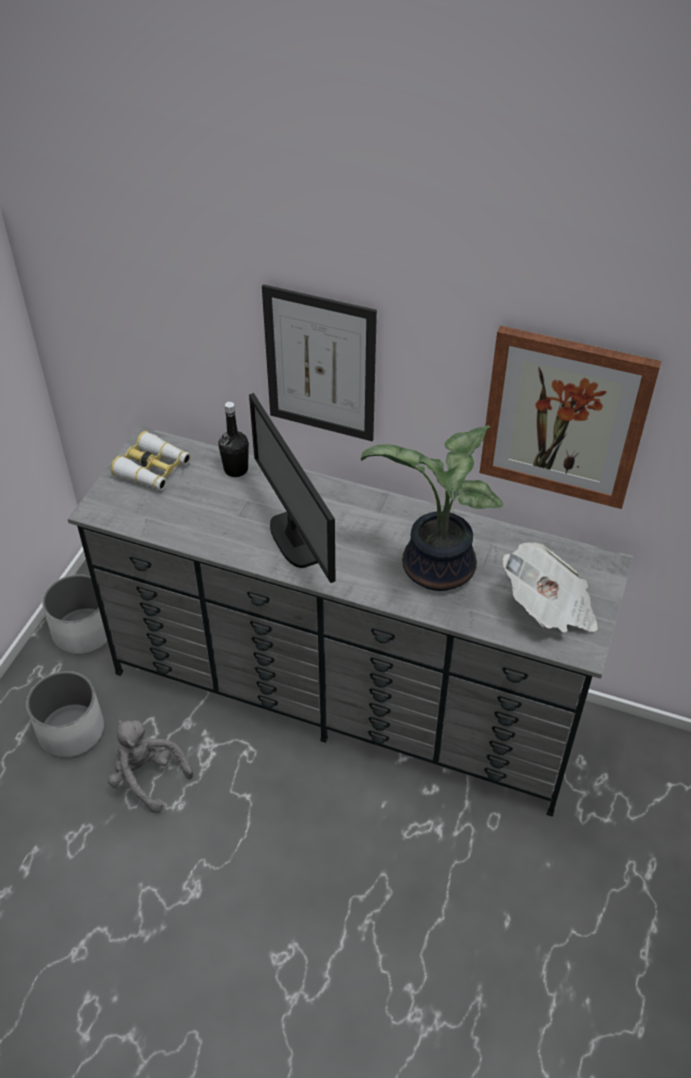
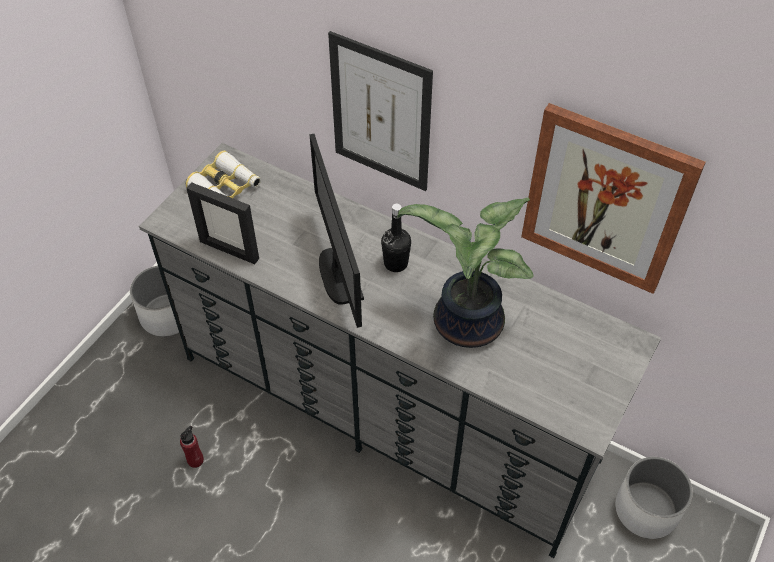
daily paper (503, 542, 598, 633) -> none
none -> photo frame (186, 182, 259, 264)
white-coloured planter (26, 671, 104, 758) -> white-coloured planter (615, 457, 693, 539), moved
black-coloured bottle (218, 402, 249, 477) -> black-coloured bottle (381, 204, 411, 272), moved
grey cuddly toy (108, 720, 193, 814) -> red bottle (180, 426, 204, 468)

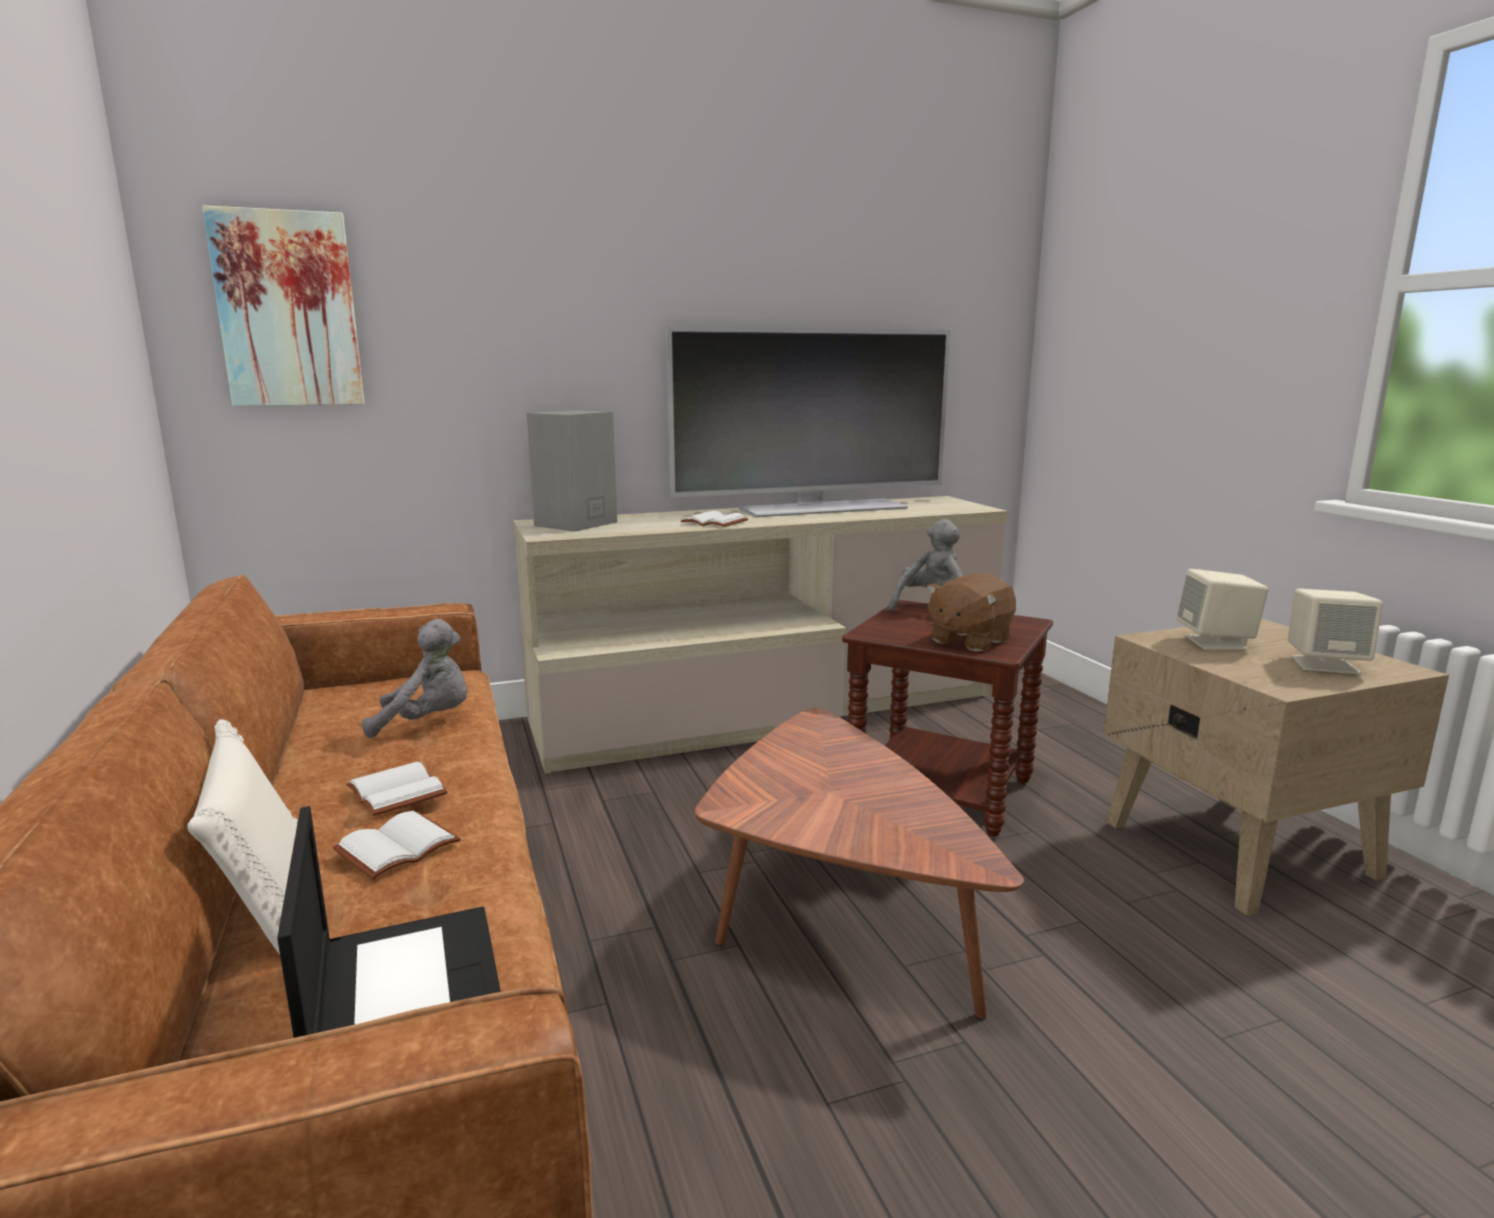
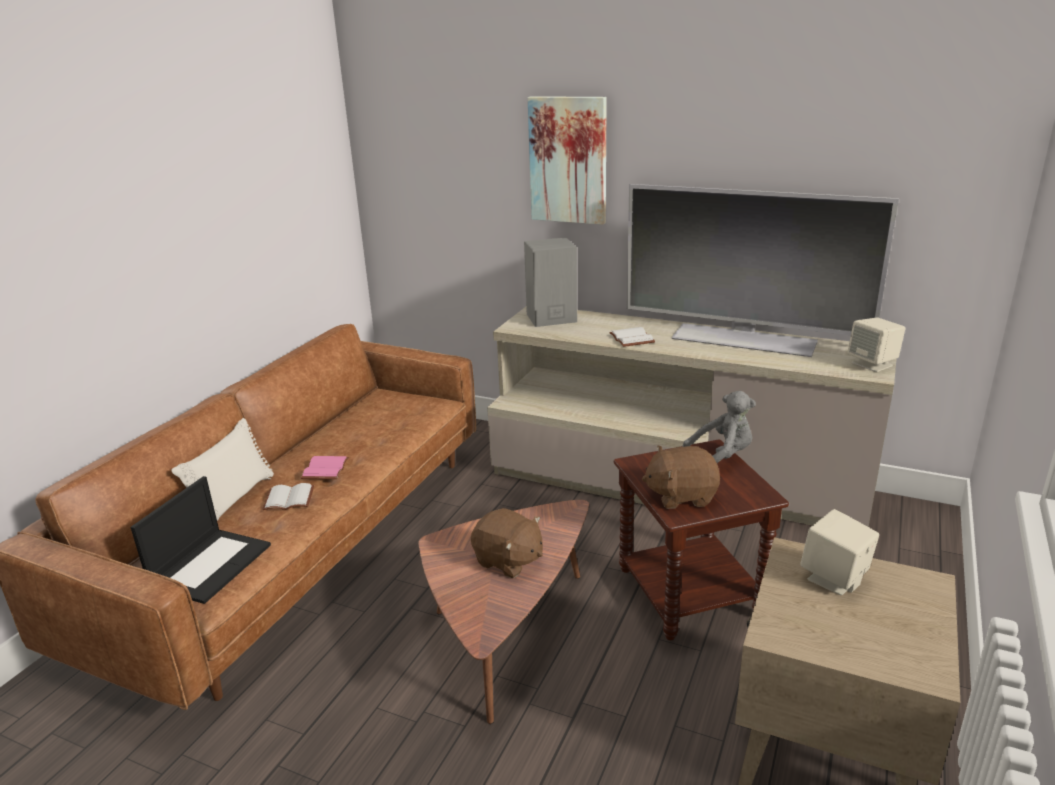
grey cuddly toy (362, 619, 468, 738) -> none
none -> brownish cuddly toy (471, 508, 543, 578)
wall art (202, 205, 364, 406) -> wall art (528, 96, 607, 225), moved
beige audio speaker (1288, 589, 1383, 674) -> beige audio speaker (847, 318, 906, 372), moved
white-coloured book (346, 762, 448, 816) -> pinkish book (301, 456, 349, 479)

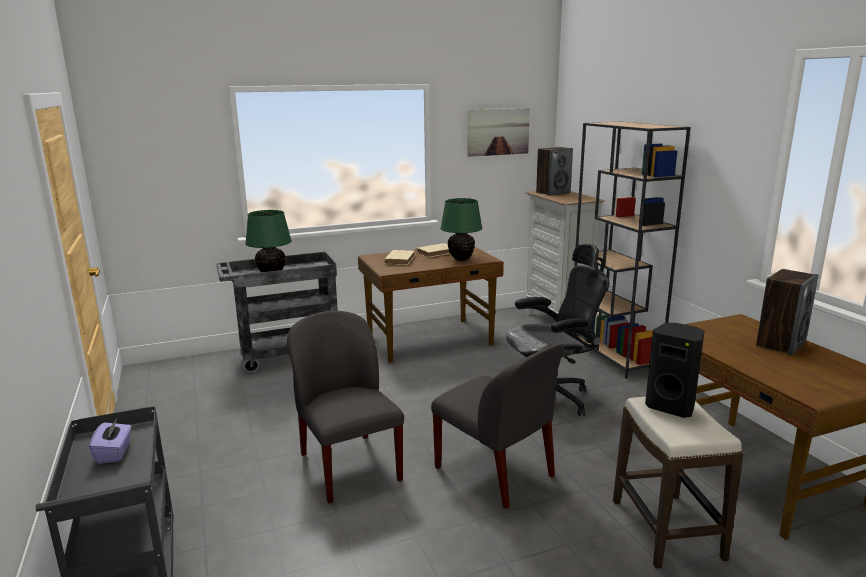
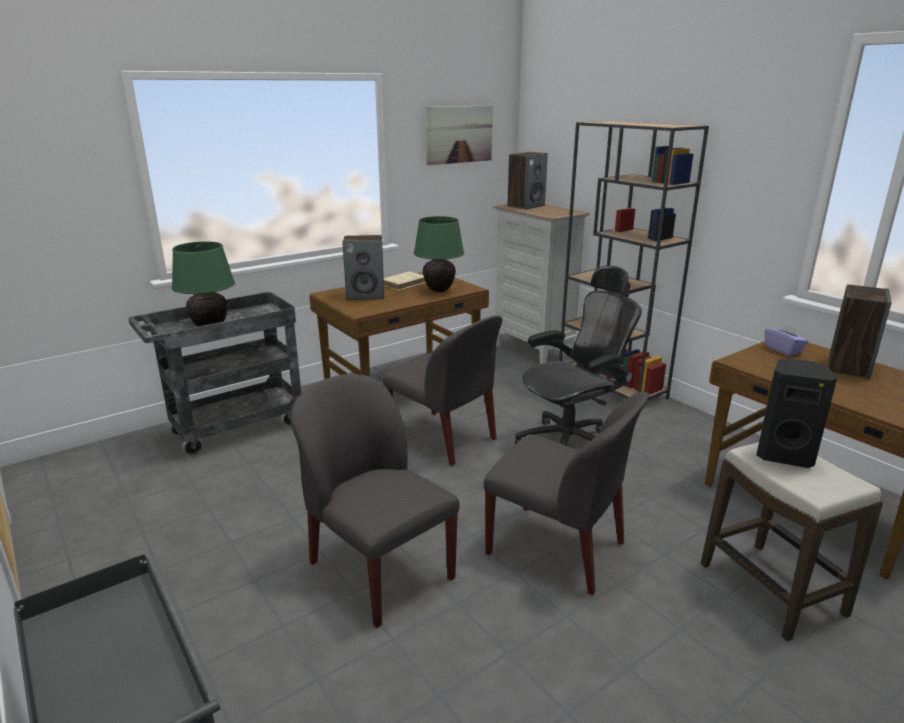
none -> grey plain chair (382, 315, 502, 466)
purple box of tissues (89, 418, 132, 464) -> purple box of tissues (765, 322, 808, 356), moved
beige book (384, 250, 415, 265) -> audio speaker (342, 235, 384, 300)

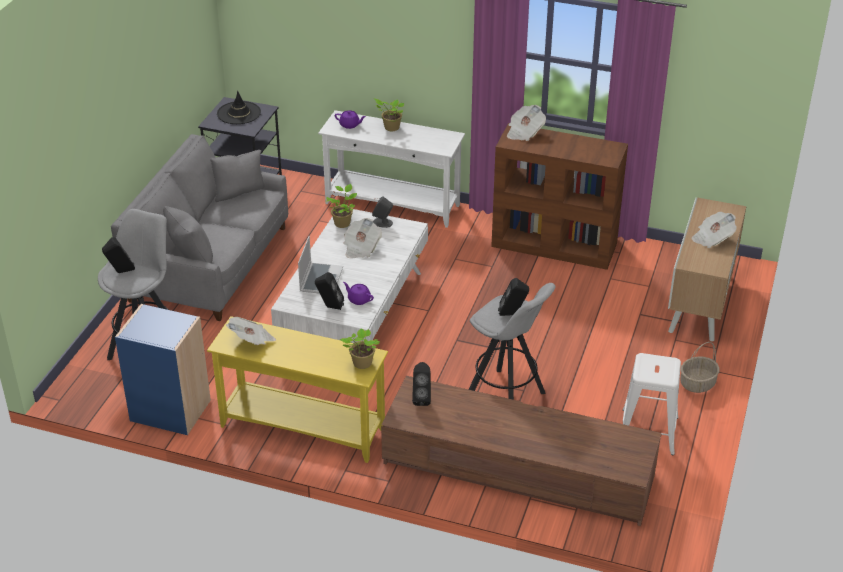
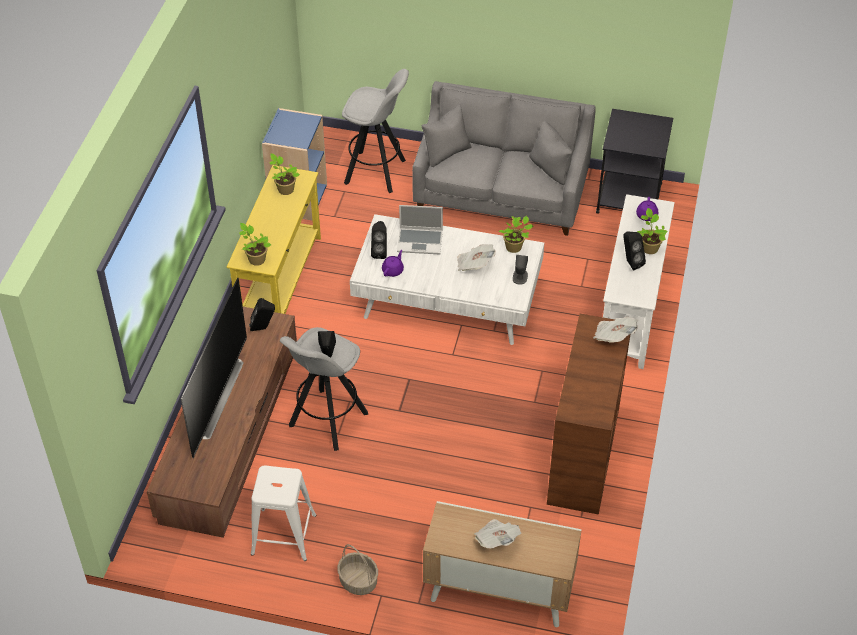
black-coloured clothing hat (217, 91, 261, 124) -> none
none -> TV (181, 277, 247, 458)
black-coloured audio speaker (102, 237, 135, 273) -> black-coloured audio speaker (623, 232, 646, 270), moved
daily paper (226, 317, 276, 345) -> houseplant (269, 153, 300, 195)

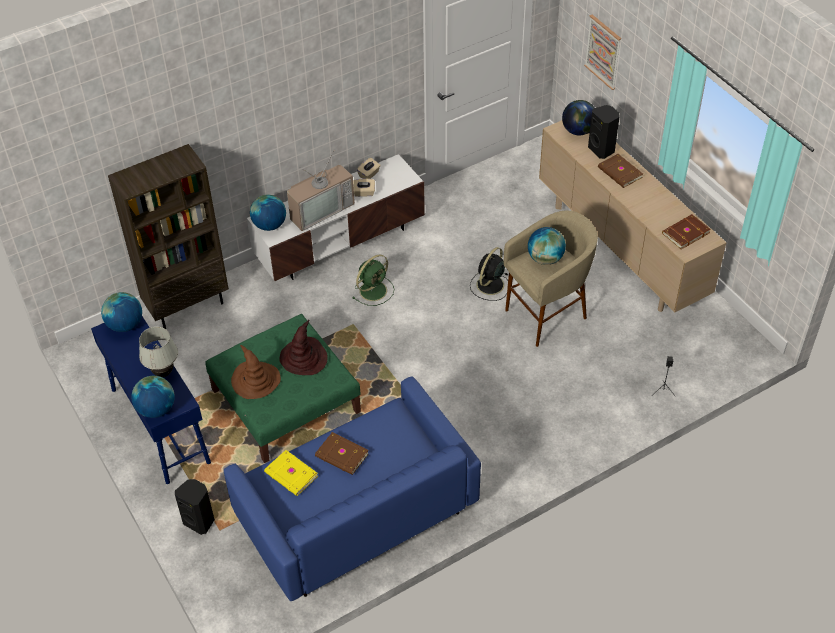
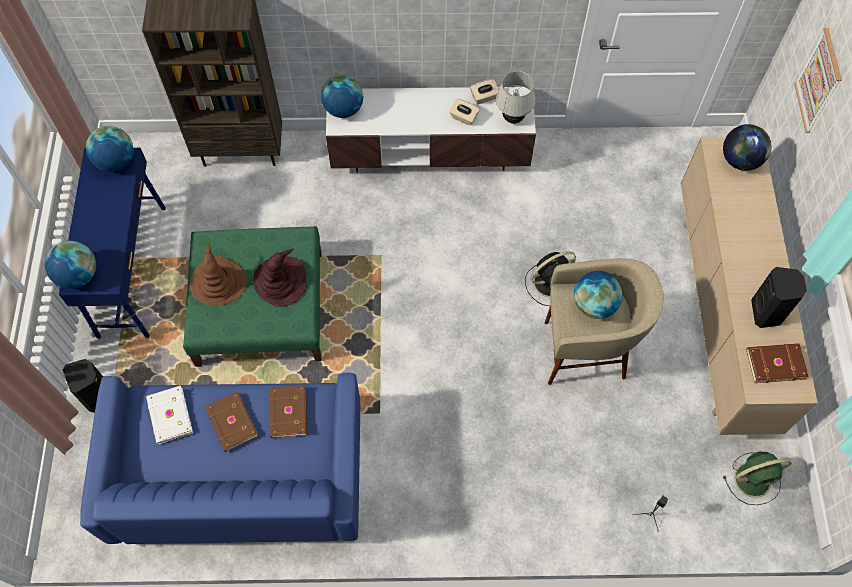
TV (287, 149, 355, 231) -> none
white-coloured table lamp (139, 327, 178, 377) -> white-coloured table lamp (496, 71, 536, 124), moved
greenish electric fan (352, 255, 394, 306) -> greenish electric fan (723, 452, 792, 505), moved
black-coloured audio speaker (588, 105, 619, 159) -> black-coloured audio speaker (751, 267, 807, 328), moved
brownish book (598, 154, 643, 188) -> brownish book (270, 385, 307, 438), moved
yellow book (264, 450, 318, 496) -> white-coloured book (146, 386, 193, 444)

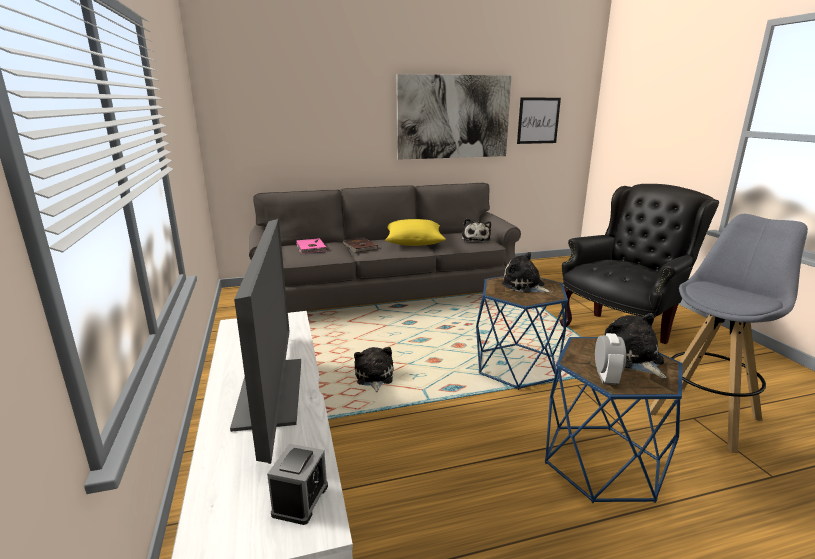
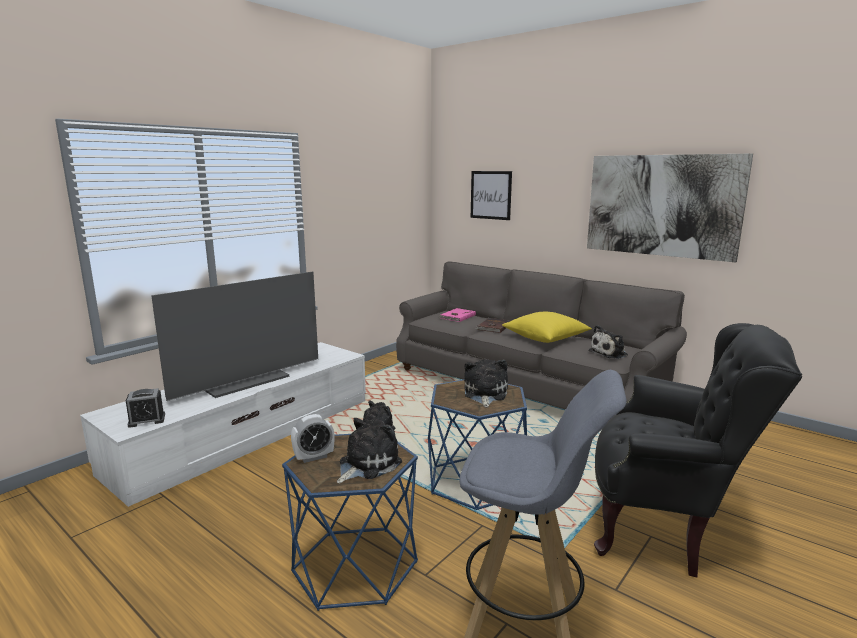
wall art (517, 98, 561, 144) -> wall art (471, 171, 512, 220), moved

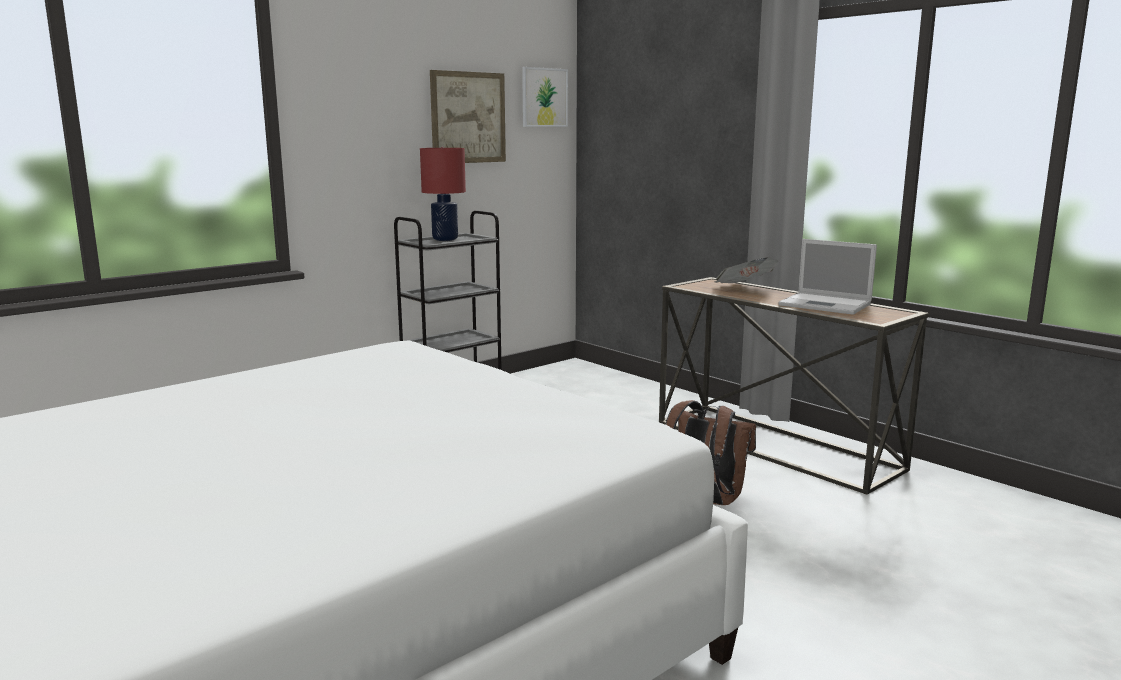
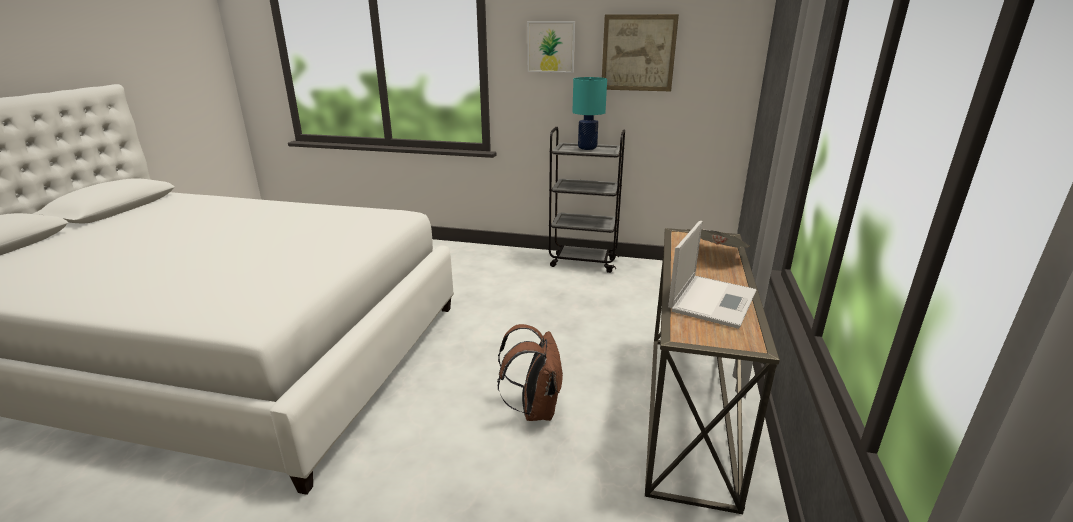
wall art (522, 67, 568, 127) -> wall art (527, 21, 575, 73), moved
red table lamp (420, 147, 466, 241) -> blue-green table lamp (572, 77, 607, 150)
laptop (778, 239, 877, 315) -> laptop (668, 221, 757, 329), 150 degrees counterclockwise

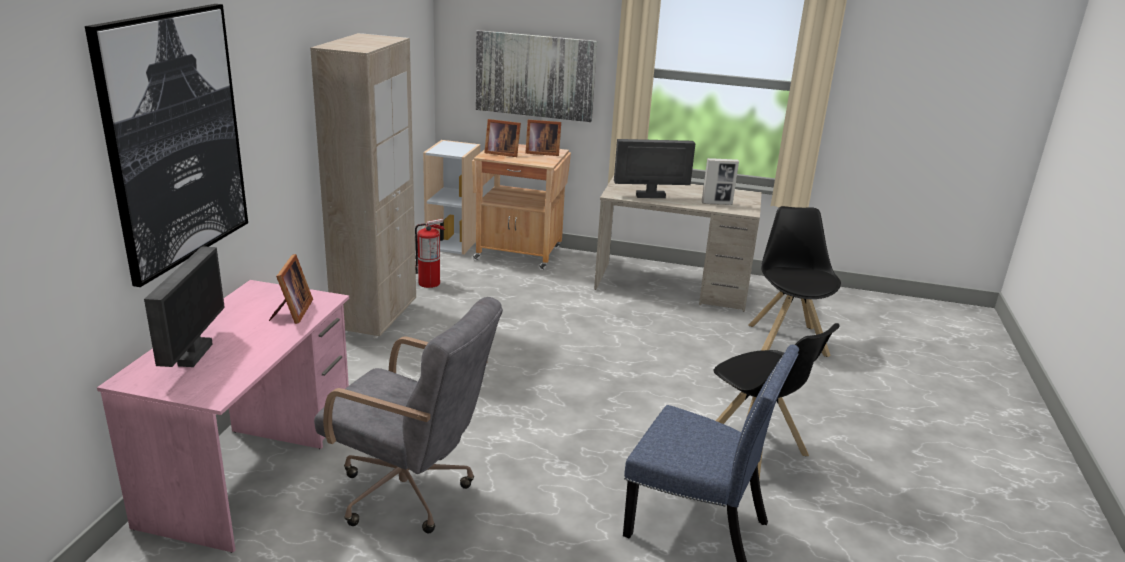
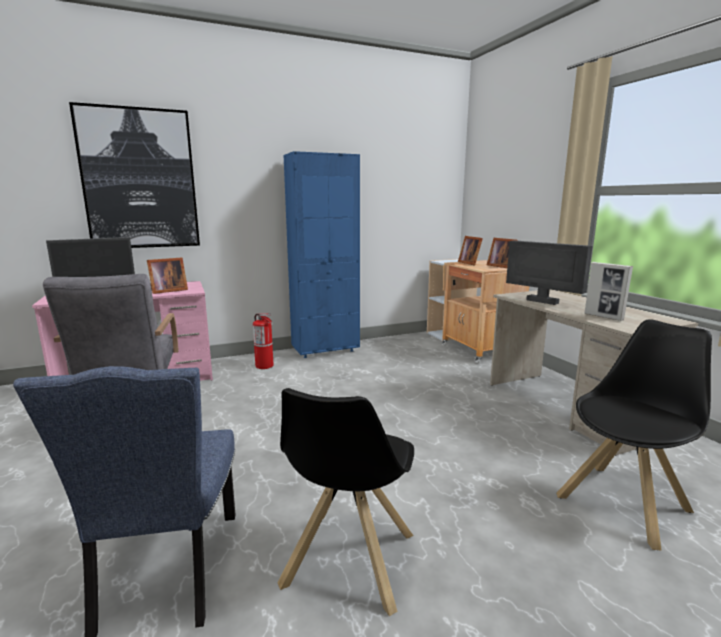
wall art (476, 30, 597, 122) -> none
fire-fighting cylinder (415, 219, 445, 288) -> fire-fighting cylinder (253, 313, 274, 369), moved
beige storage cabinet (310, 33, 416, 339) -> blue storage cabinet (284, 151, 360, 358)

